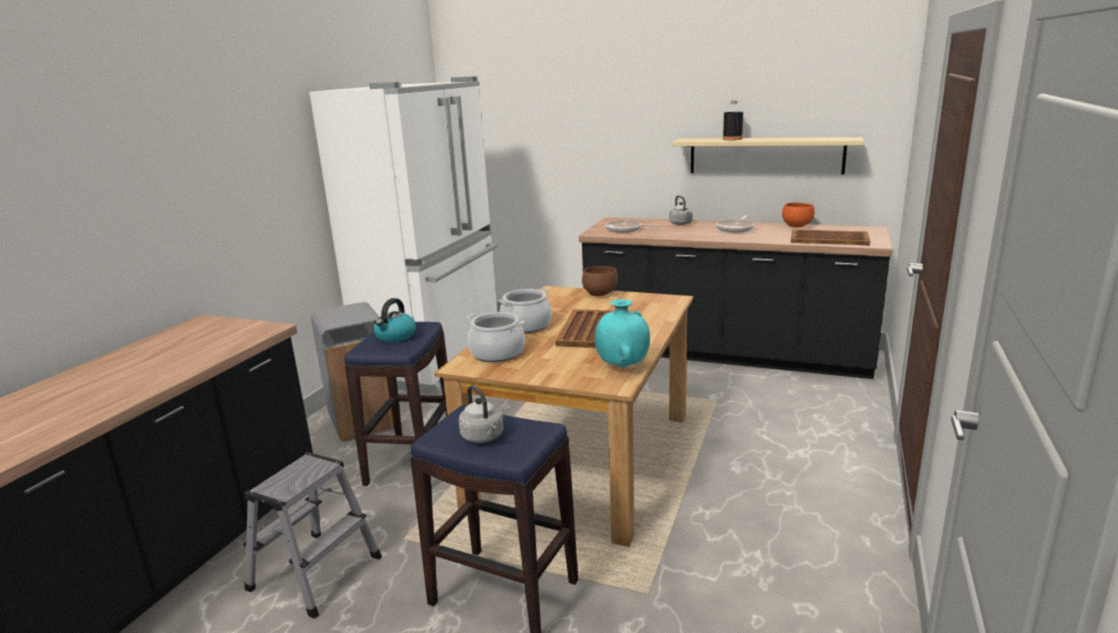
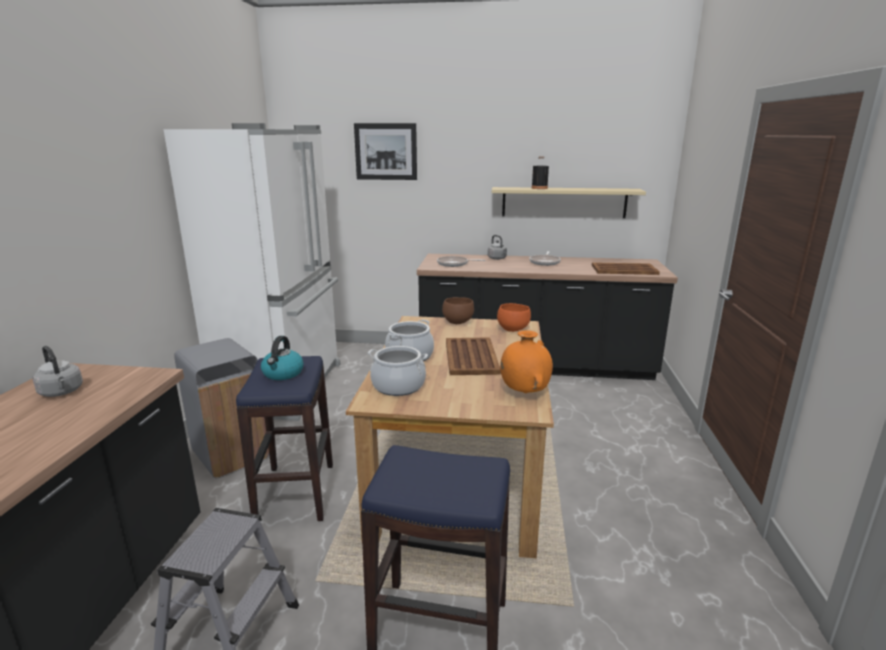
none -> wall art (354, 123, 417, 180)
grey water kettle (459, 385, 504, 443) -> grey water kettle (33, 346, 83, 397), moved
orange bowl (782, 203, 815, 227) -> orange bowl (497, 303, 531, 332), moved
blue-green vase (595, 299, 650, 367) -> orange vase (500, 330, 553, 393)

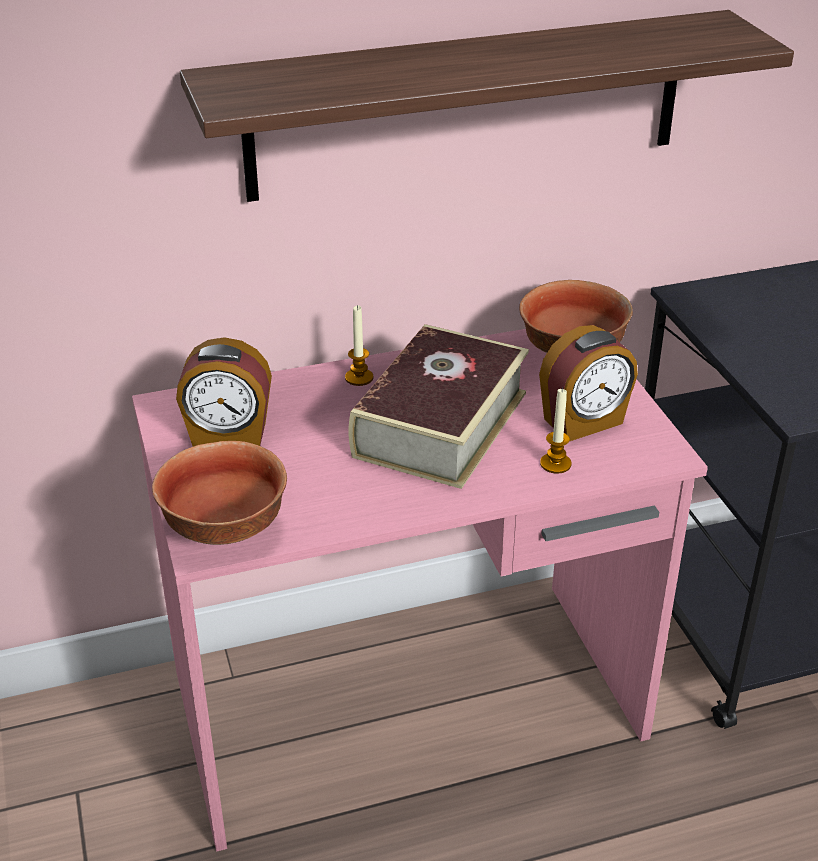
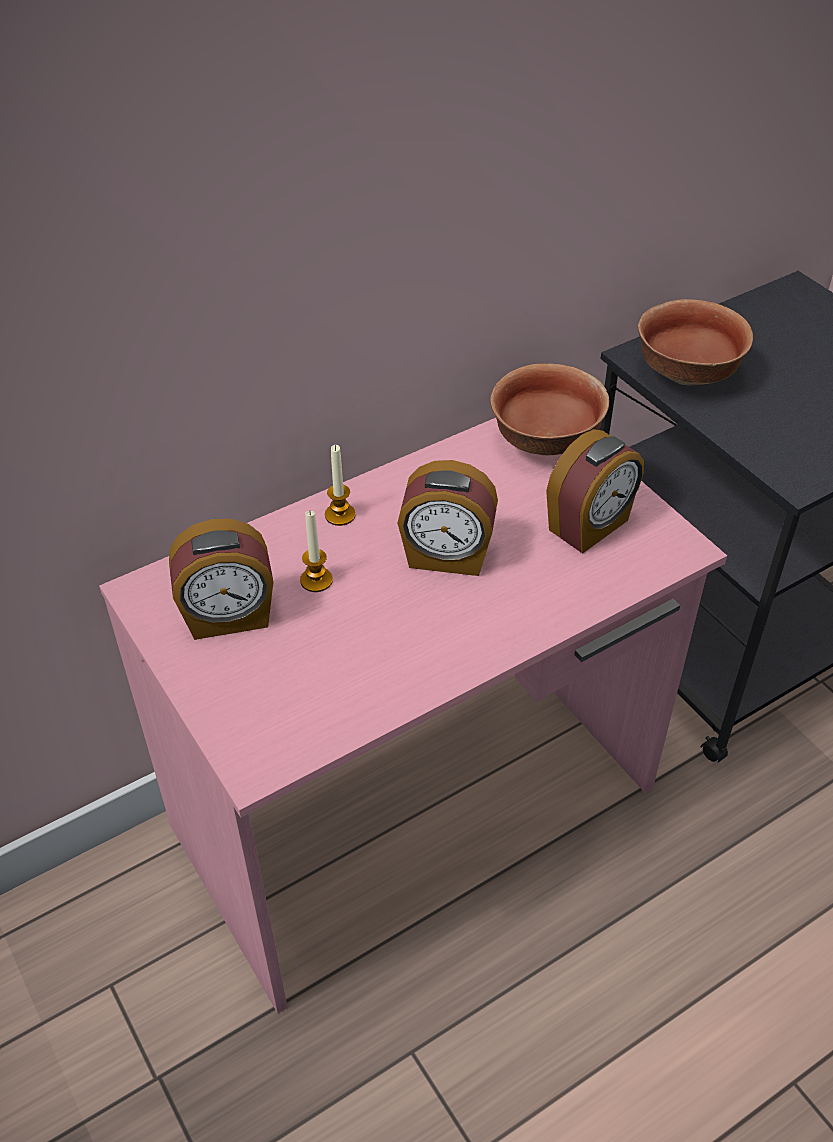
wall shelf (180, 10, 794, 202) -> none
bowl (152, 441, 287, 545) -> bowl (638, 299, 753, 385), moved
candle (540, 388, 572, 474) -> candle (300, 511, 333, 592), moved
book (348, 324, 529, 489) -> alarm clock (397, 460, 498, 576)

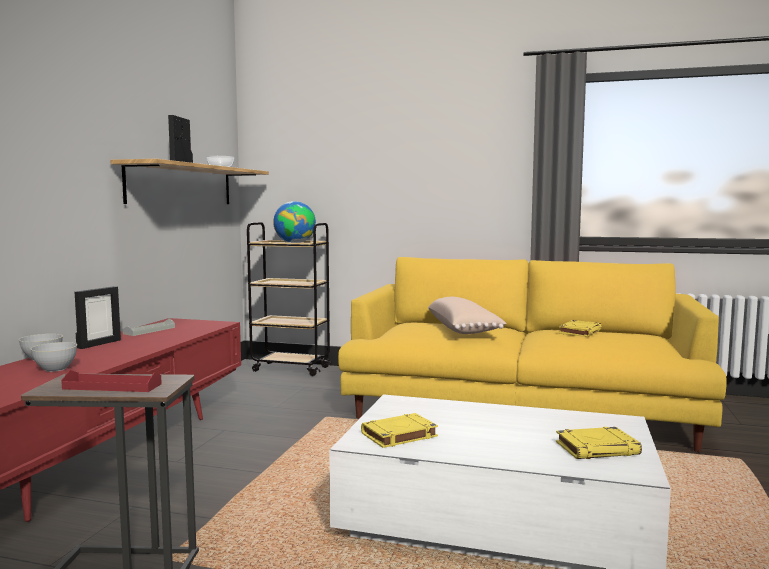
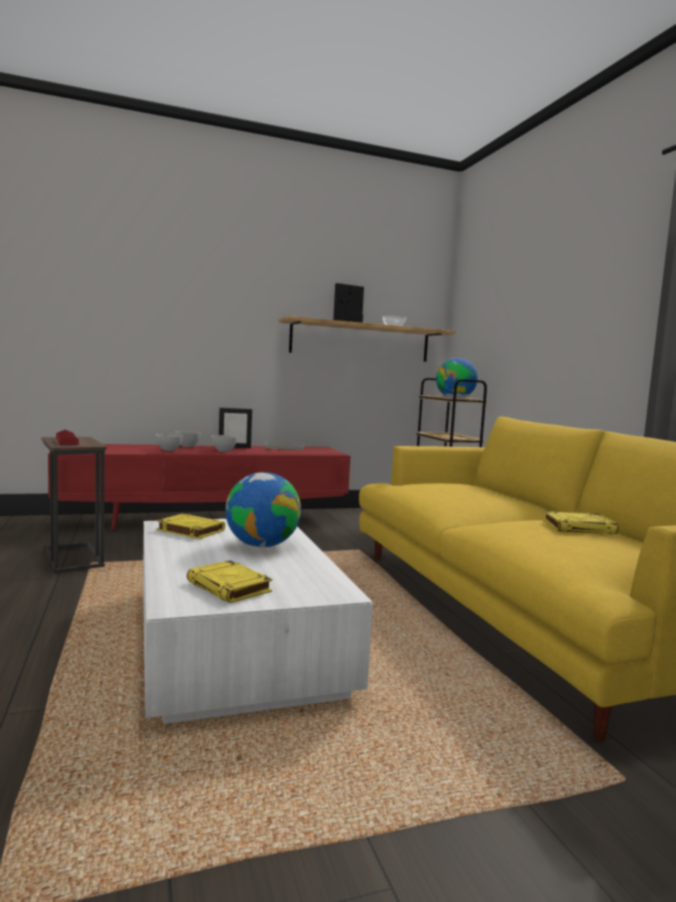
beige pillow (428, 297, 507, 334) -> none
none -> grey bowl (211, 435, 238, 452)
none -> globe (226, 472, 301, 548)

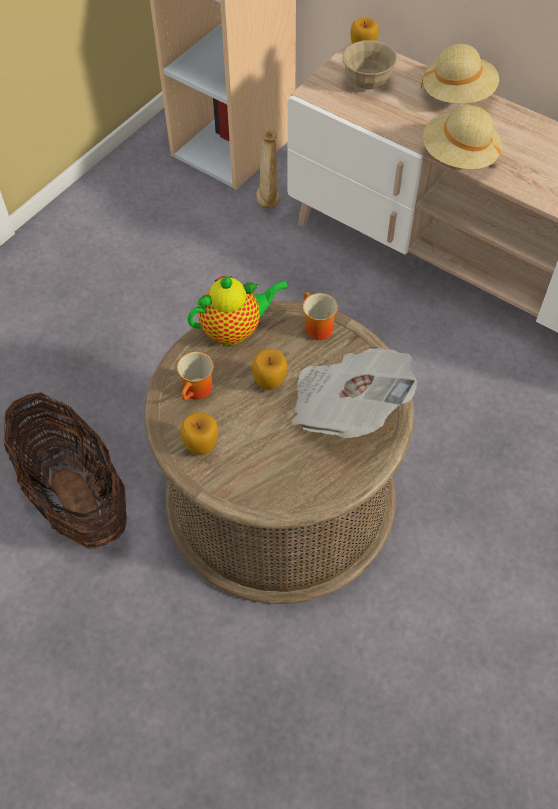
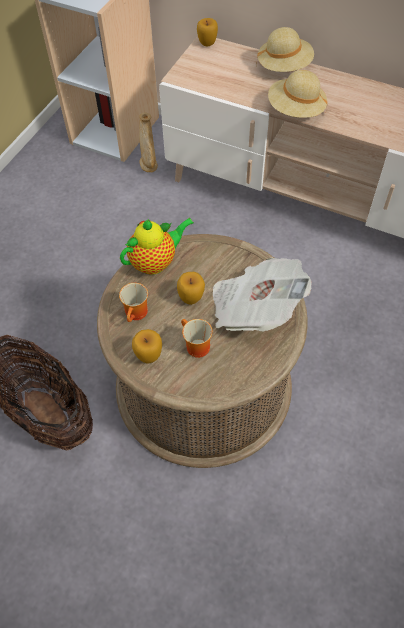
beige bowl (342, 40, 397, 89) -> none
coffee mug (303, 292, 338, 340) -> coffee mug (181, 319, 212, 358), moved

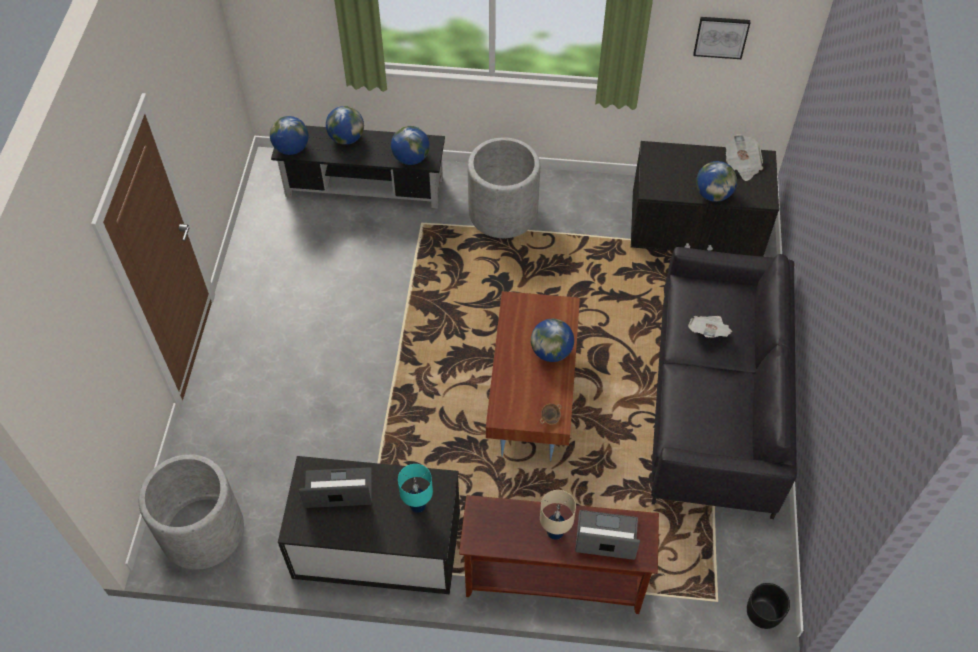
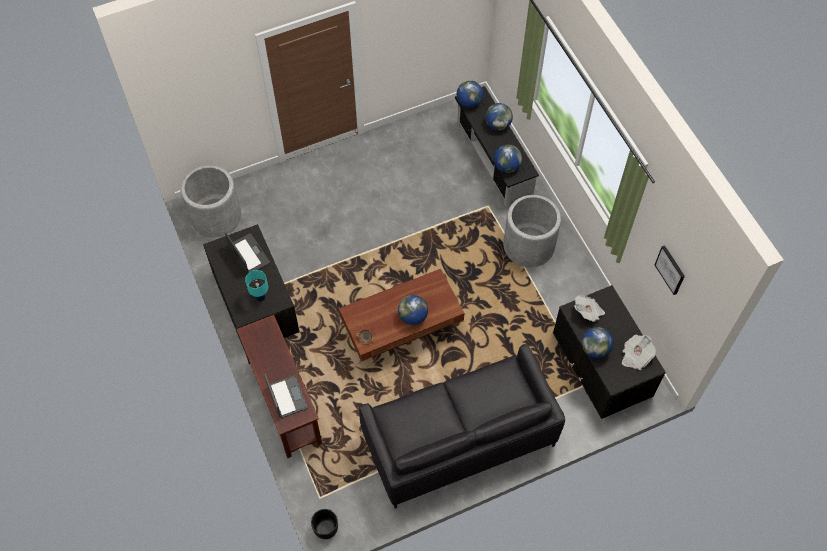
beige table lamp (540, 490, 576, 540) -> none
daily paper (688, 316, 732, 338) -> daily paper (574, 295, 605, 322), moved

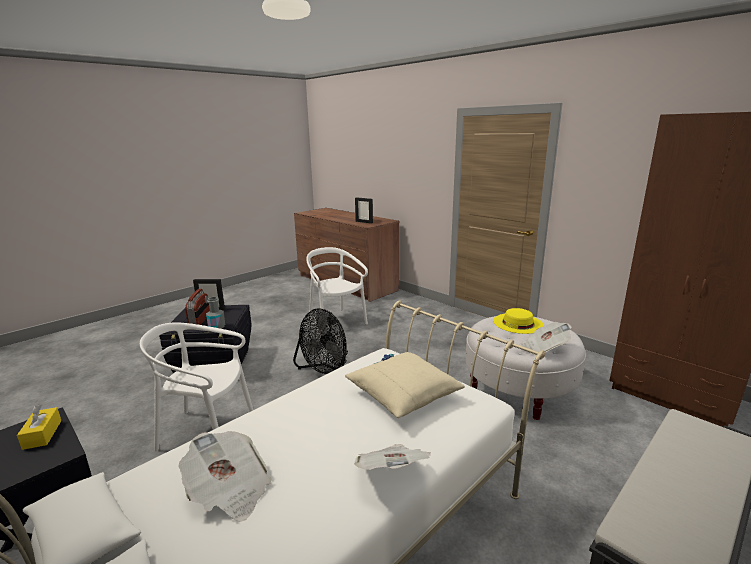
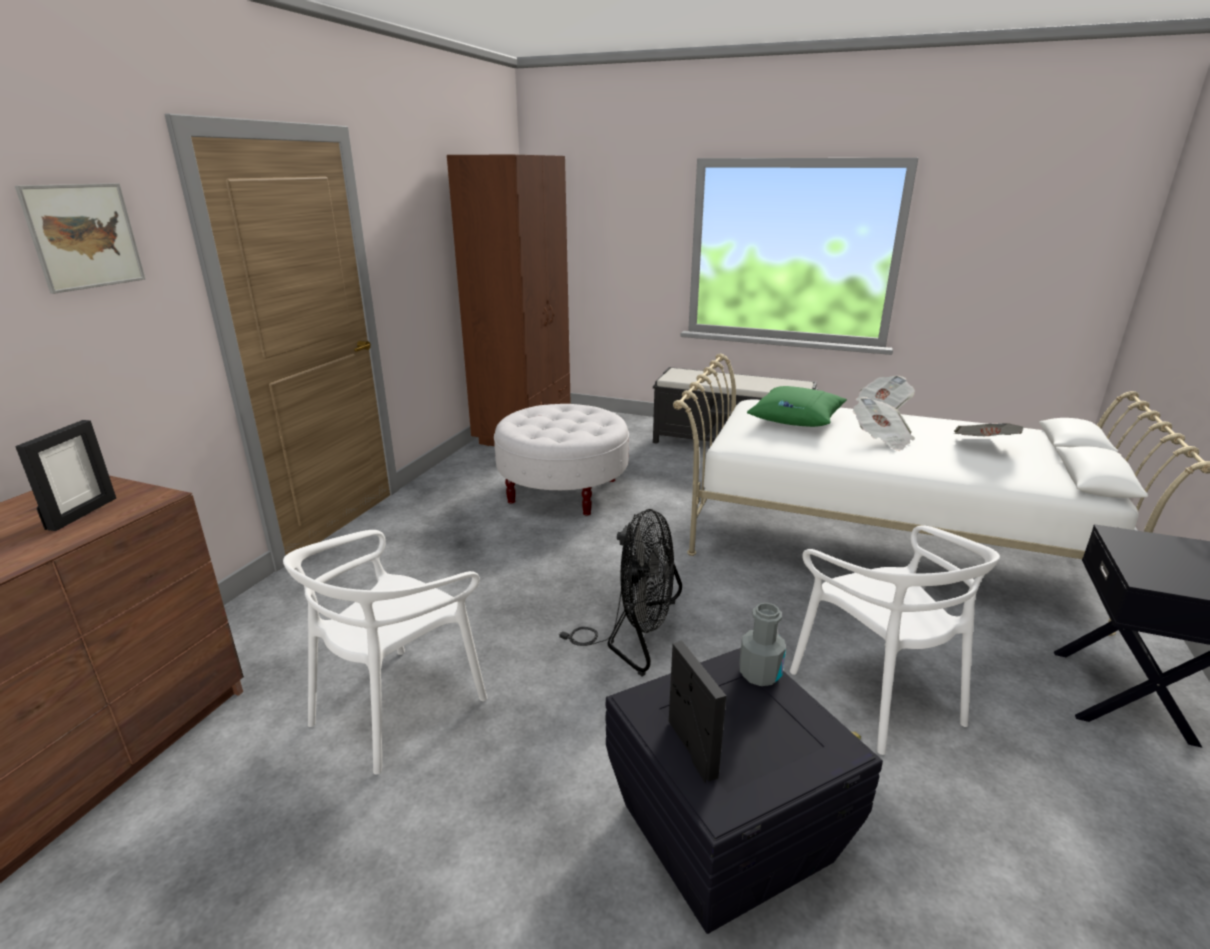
yellow box of tissues (17, 404, 61, 450) -> none
radio set (185, 288, 210, 325) -> none
yellow clothing hat (493, 308, 544, 334) -> none
none -> wall art (15, 183, 146, 294)
daily paper (519, 322, 572, 356) -> daily paper (853, 397, 915, 451), moved
beige pillow (345, 352, 465, 418) -> greenish pillow (747, 386, 847, 427)

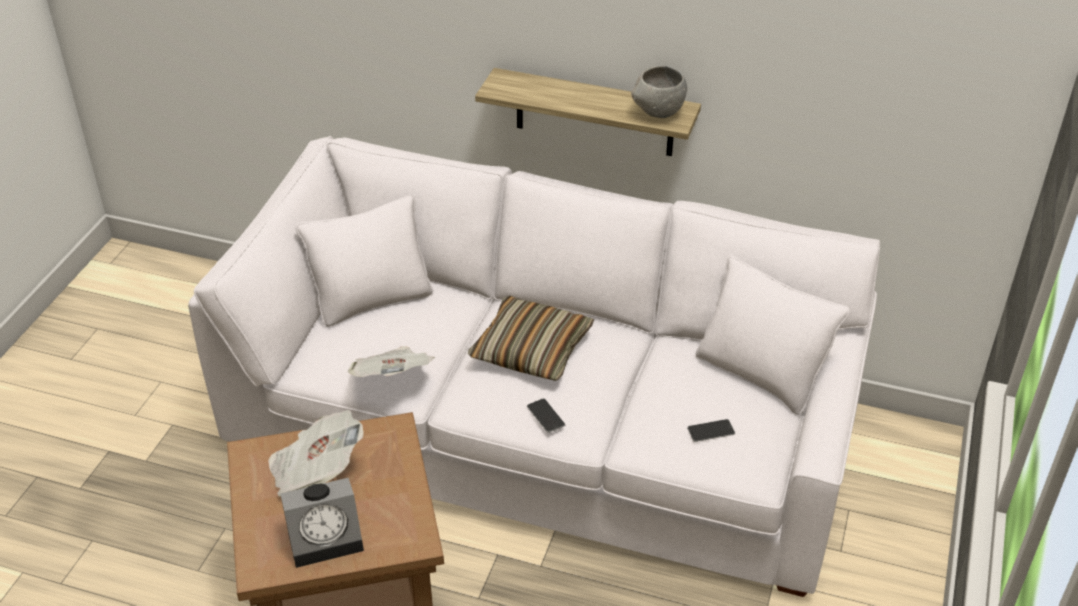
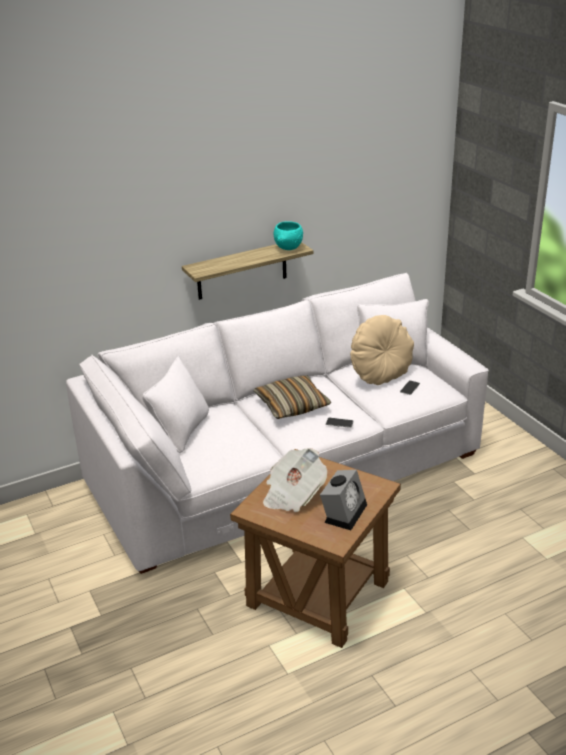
daily paper (347, 346, 435, 377) -> none
none -> beige pillow (350, 315, 414, 385)
grey bowl (631, 65, 687, 118) -> blue-green bowl (273, 221, 303, 250)

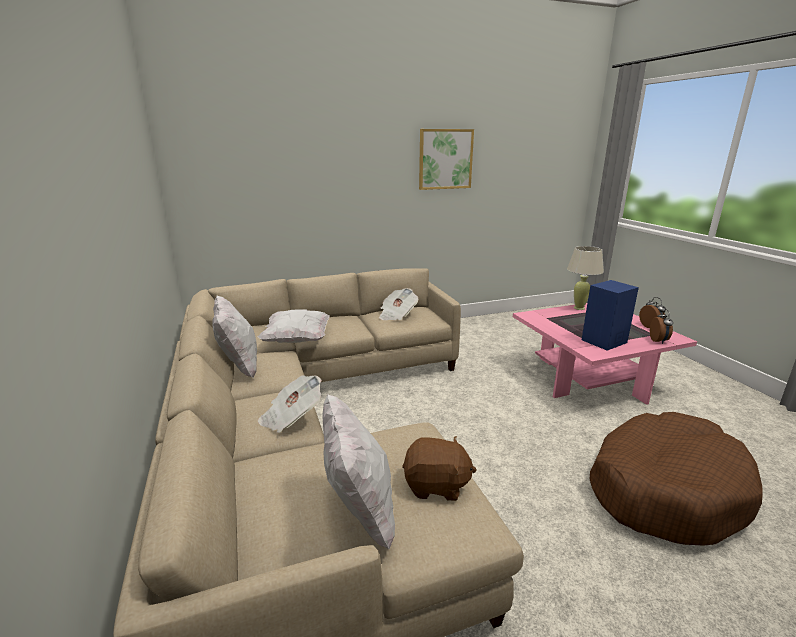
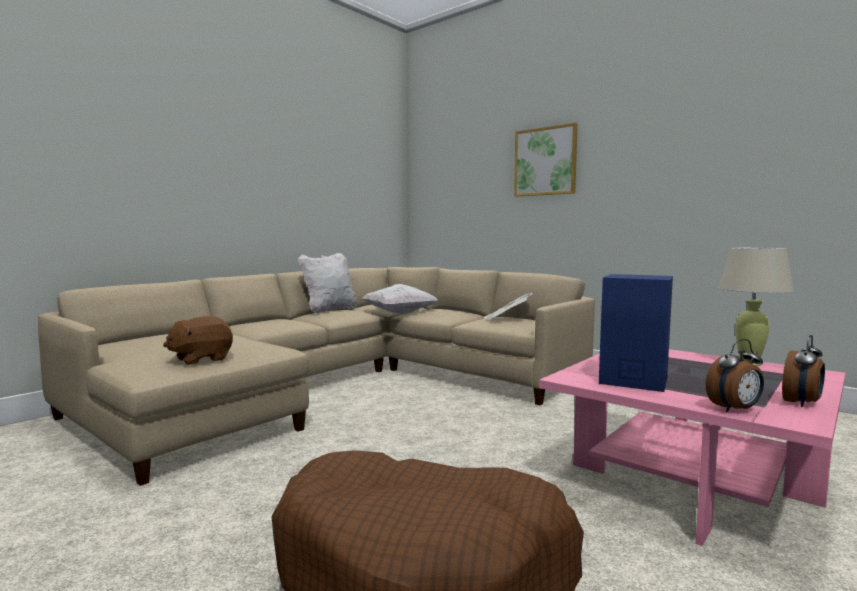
daily paper (258, 375, 322, 433) -> none
white-coloured pillow (322, 394, 395, 550) -> none
wall art (419, 129, 474, 190) -> wall art (514, 123, 578, 197), moved
brownish cuddly toy (402, 436, 477, 501) -> brownish cuddly toy (163, 316, 233, 365), 75 degrees clockwise

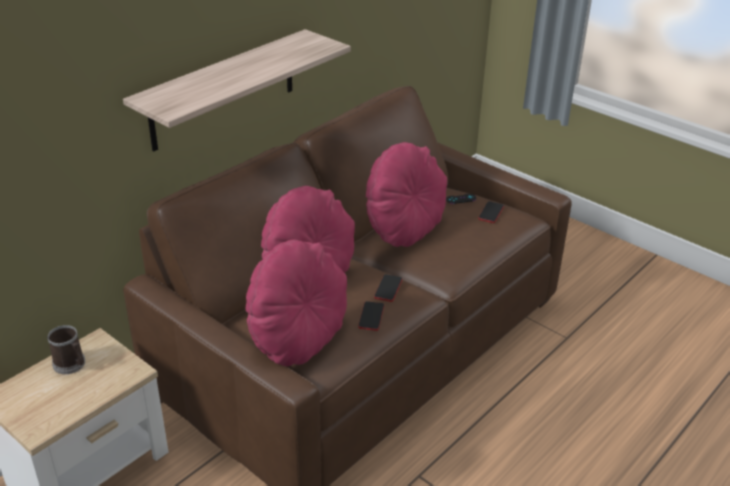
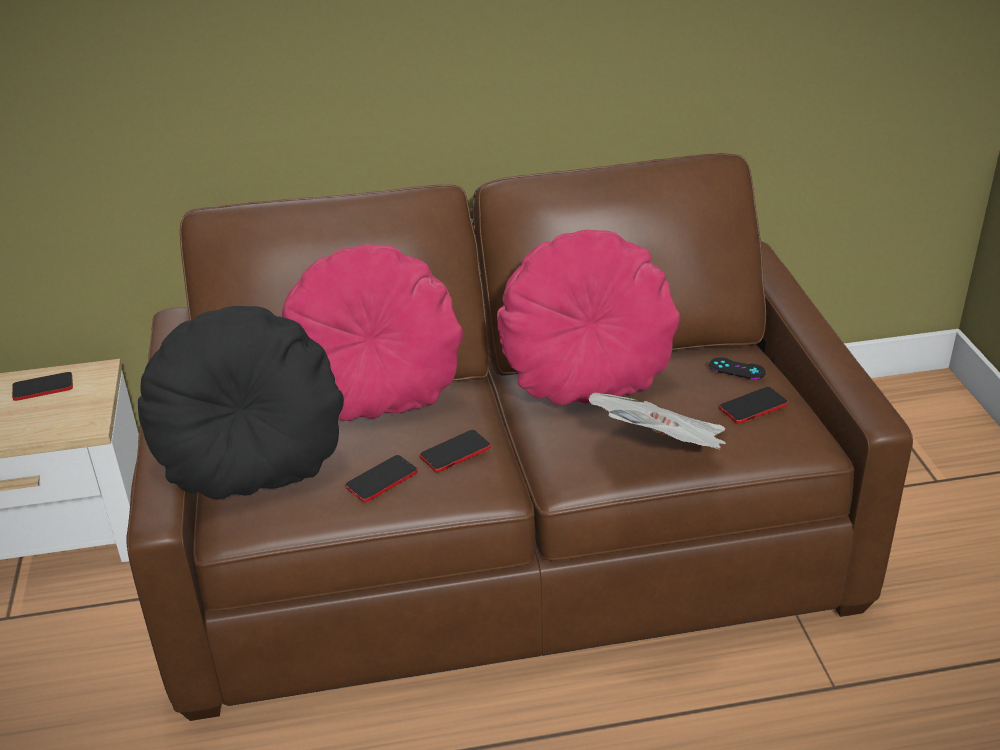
wall shelf (123, 29, 351, 151) -> none
none -> daily paper (589, 393, 727, 450)
coffee mug (47, 325, 85, 374) -> telephone (12, 372, 73, 401)
pinkish pillow (246, 239, 347, 366) -> black-coloured pillow (138, 306, 344, 499)

